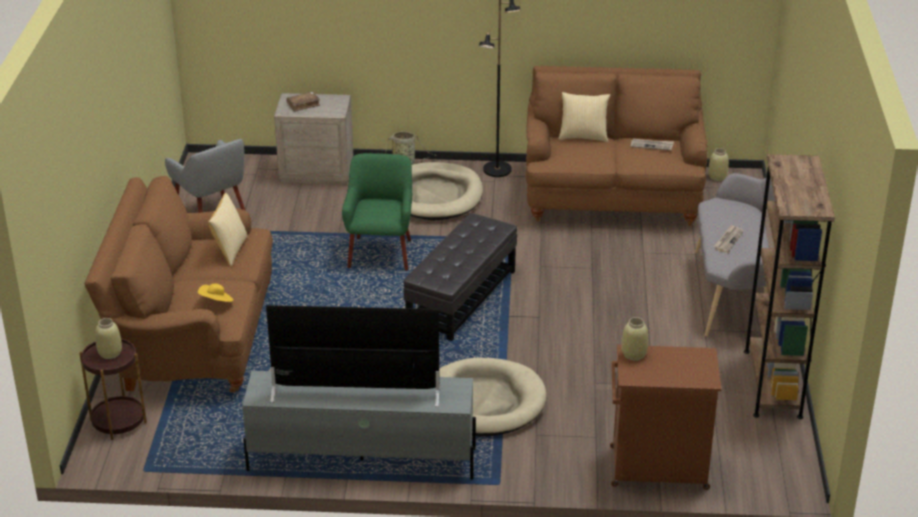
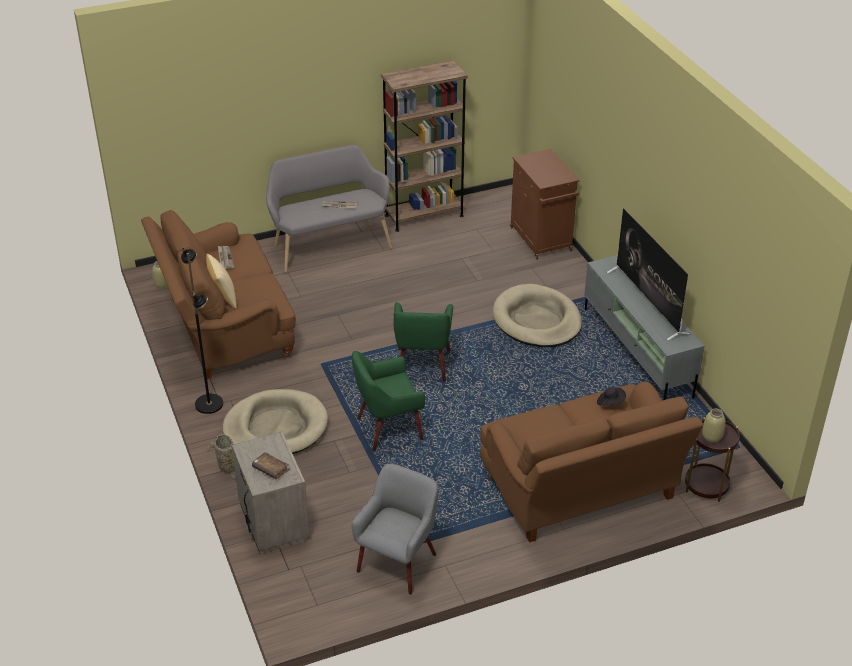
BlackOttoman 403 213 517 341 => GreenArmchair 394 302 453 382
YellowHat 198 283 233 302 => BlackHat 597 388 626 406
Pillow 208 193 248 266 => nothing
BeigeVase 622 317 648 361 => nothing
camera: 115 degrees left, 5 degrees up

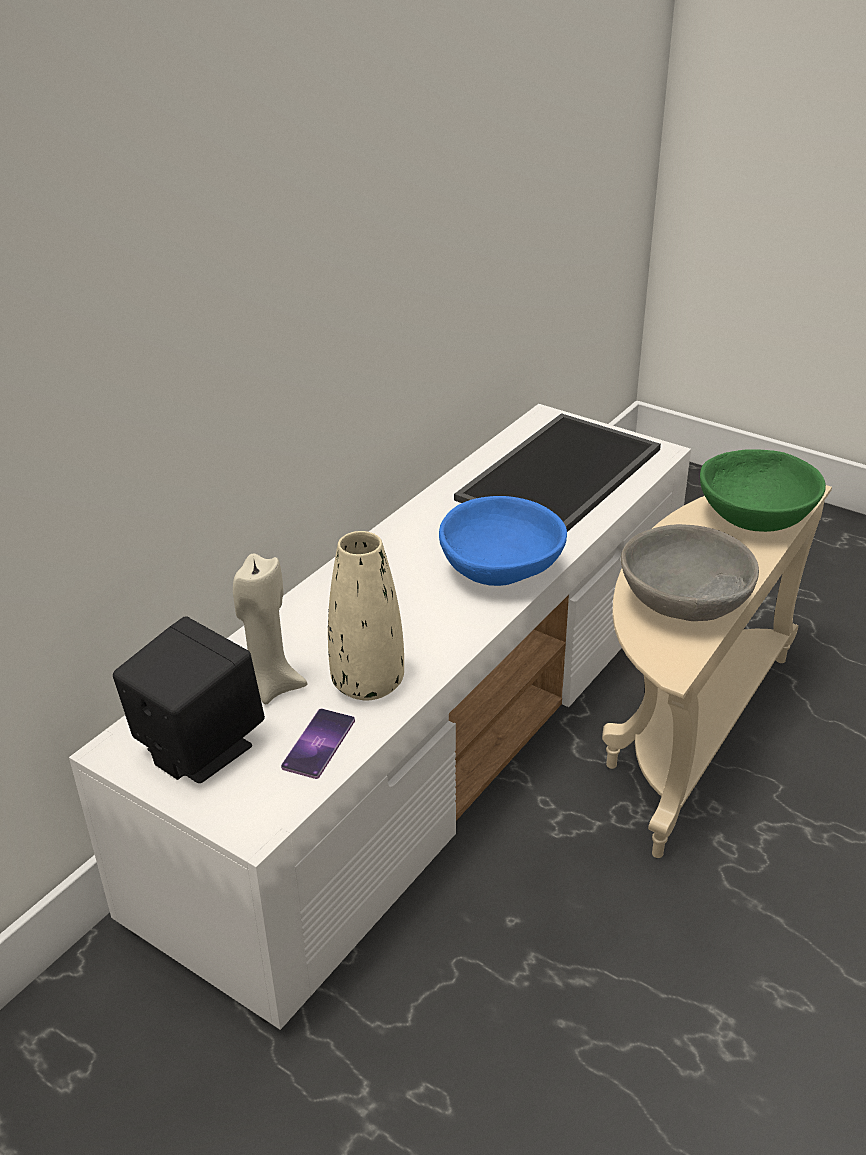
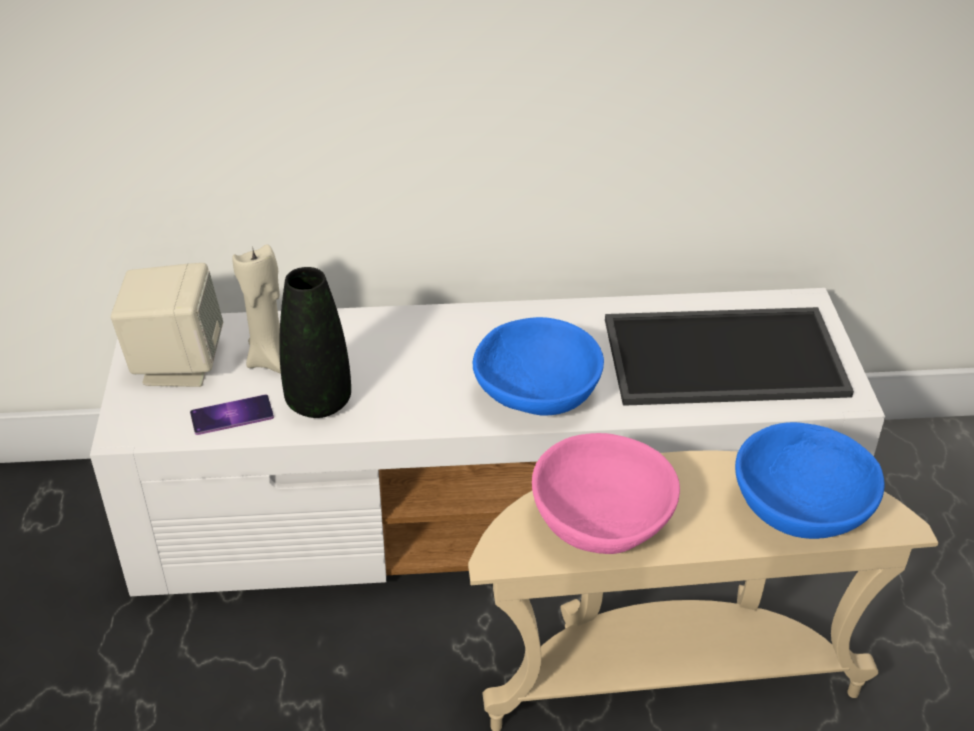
BlackSpeaker 113 616 265 783 => BeigeSpeaker 111 263 223 387
BeigeVase 328 531 404 700 => BlackVase 279 267 351 418
GreyBowl 621 524 759 621 => PinkBowl 532 433 680 554
GreenBowl 700 450 826 532 => BlueBowl 735 422 885 539
camera: 50 degrees right, 5 degrees up

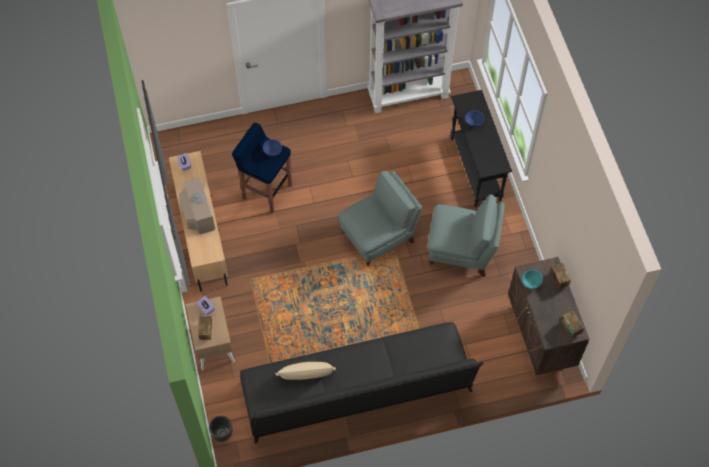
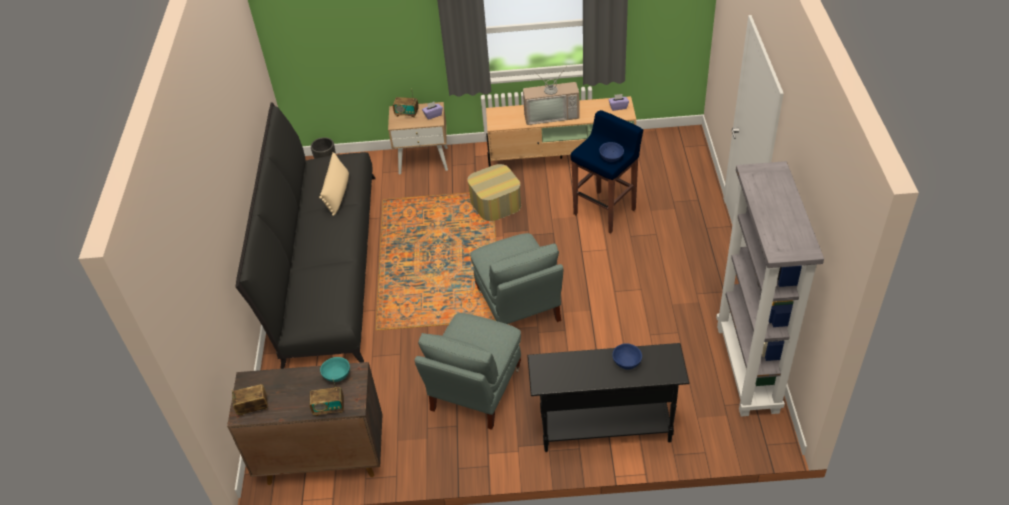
nothing => Ottoman 468 164 521 221
camera: 105 degrees right, 15 degrees down

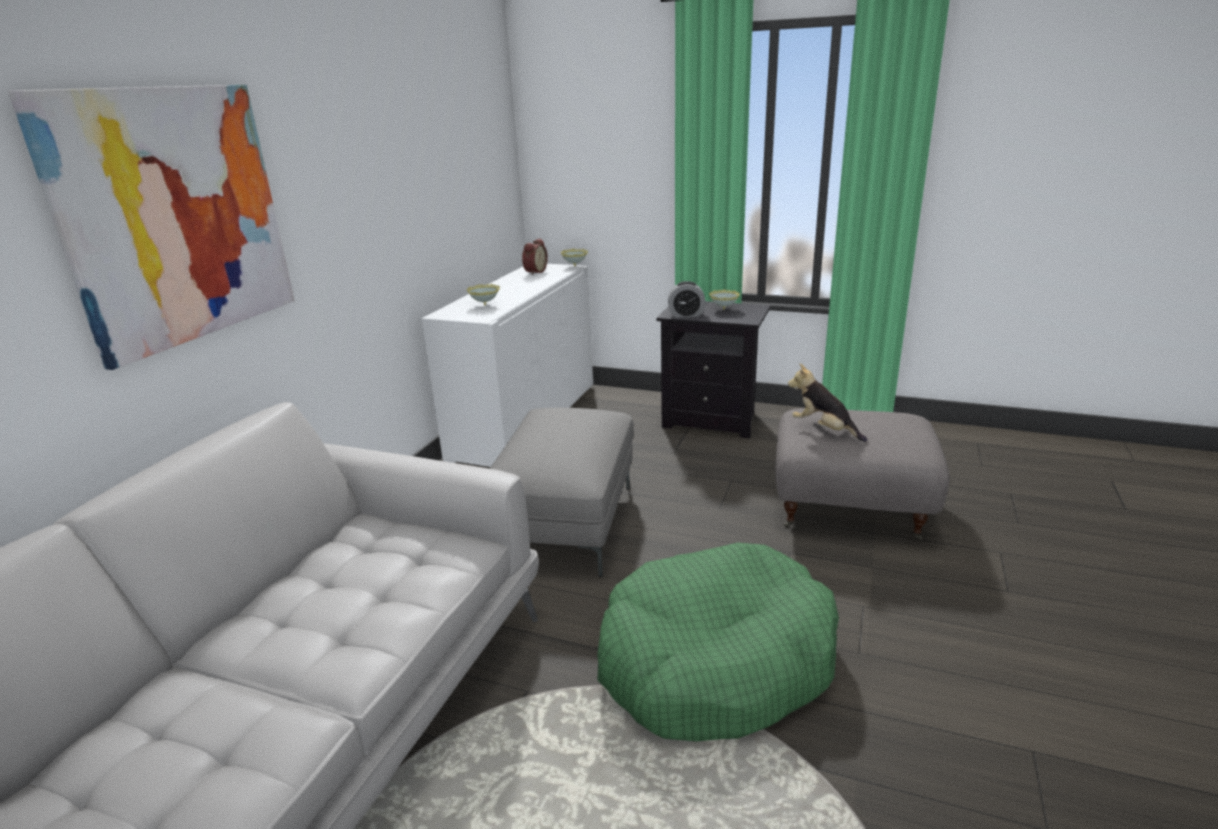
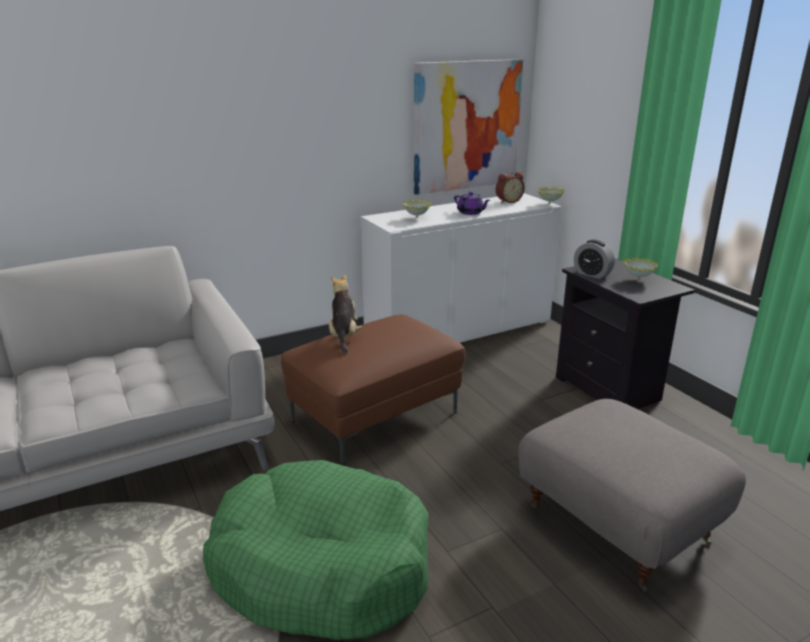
GreyOttoman 490 408 634 577 => BrownOttoman 281 314 466 465
PlushToy 788 364 868 442 => PlushToy 329 274 362 354, move
Picture 8 85 295 370 => Picture 414 59 523 195, move
nothing => PurpleTeapot 454 192 490 215
camera: 40 degrees right, 0 degrees up

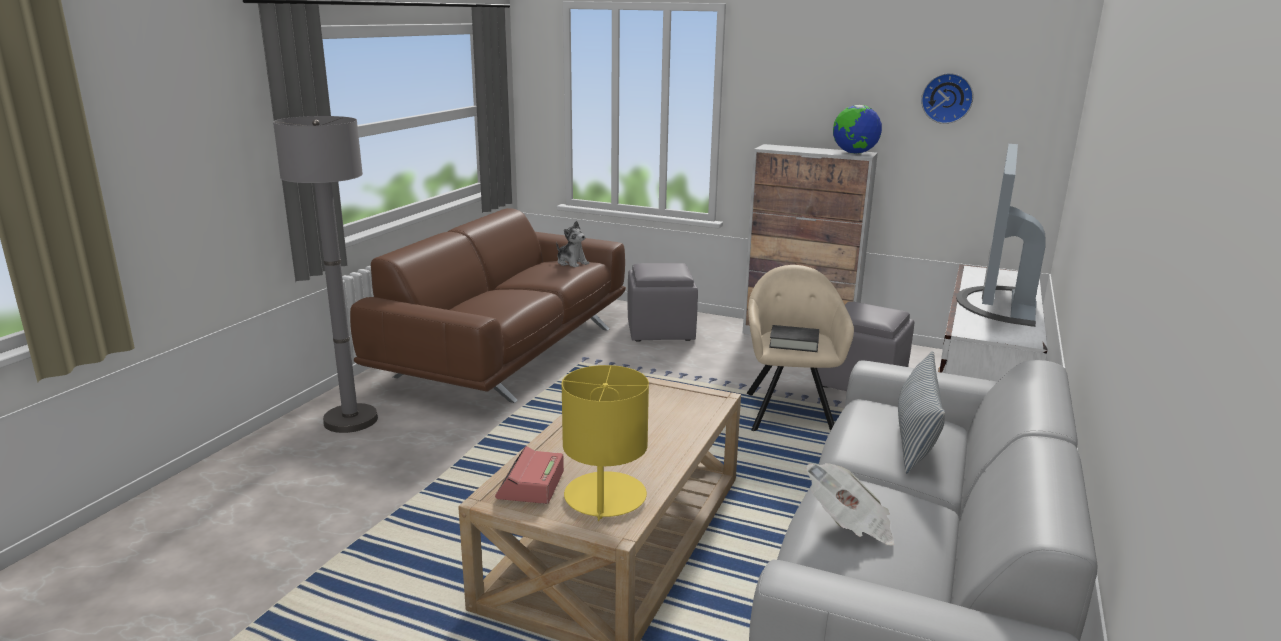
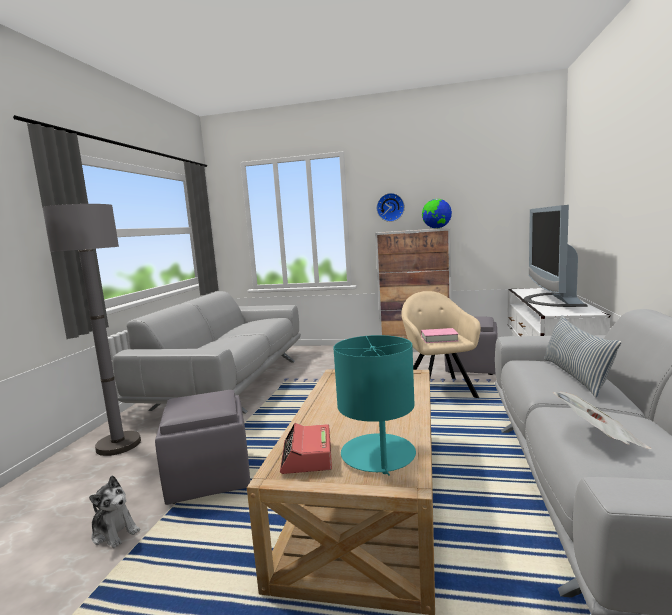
PlushToy 556 221 589 267 => PlushToy 89 476 140 548, move
BrownSofa 350 208 626 403 => GreySofa 113 291 301 413
GreyOttoman 628 263 698 342 => GreyOttoman 155 390 250 505, move
YellowTableLamp 562 365 649 521 => TurquoiseTableLamp 333 335 416 476
WallClock 921 73 973 124 => WallClock 377 193 405 222, move
BlackBook 769 325 819 352 => PinkBook 421 328 458 343
camera: 10 degrees left, 10 degrees down

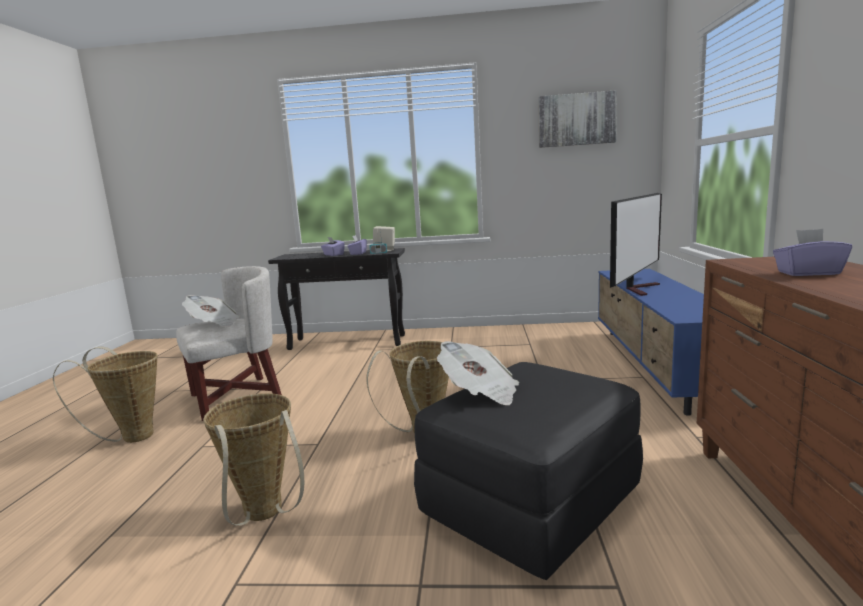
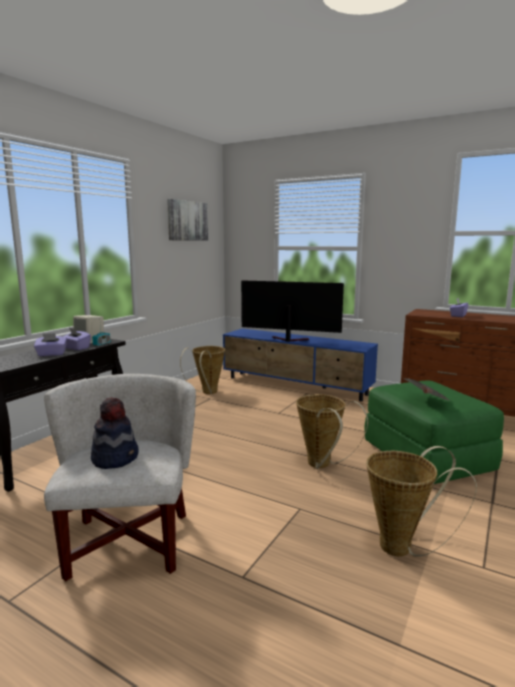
Newspaper 182 295 240 327 => Hat 91 397 139 469
Basket 53 347 157 443 => Basket 180 346 225 394, move
Television 610 193 662 296 => Television 241 280 344 342, 45 degrees counterclockwise
BlackOttoman 414 362 643 580 => GreenOttoman 364 380 504 484
camera: 65 degrees left, 0 degrees up

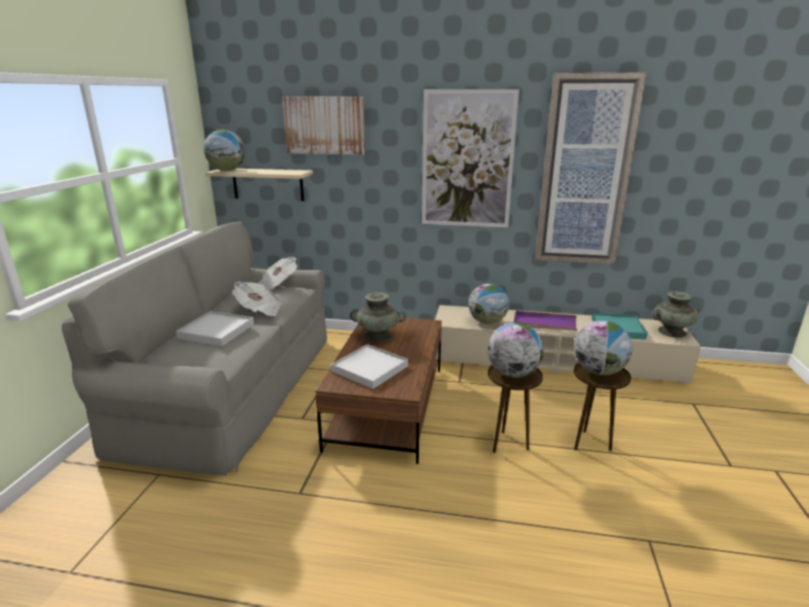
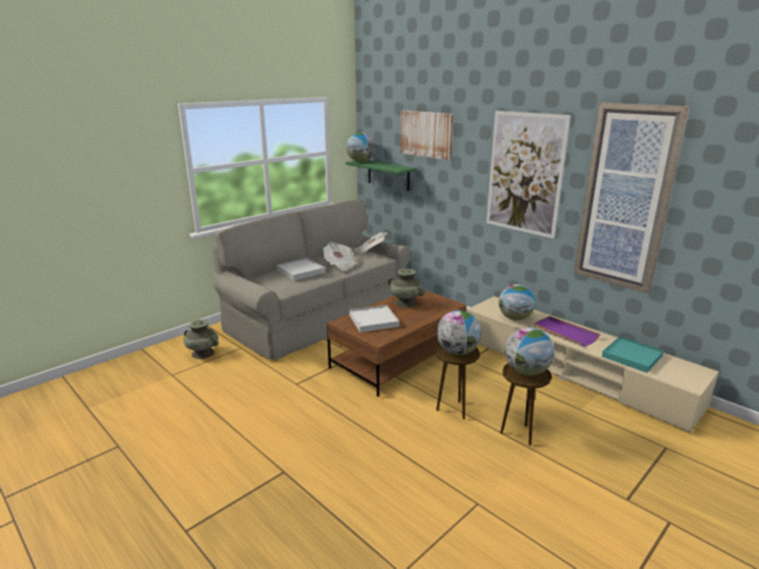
TurquoiseVase 653 292 700 338 => TurquoiseVase 184 320 219 359, move
BeigeShelf 205 168 313 201 => GreenShelf 346 160 416 191
camera: 35 degrees right, 0 degrees up

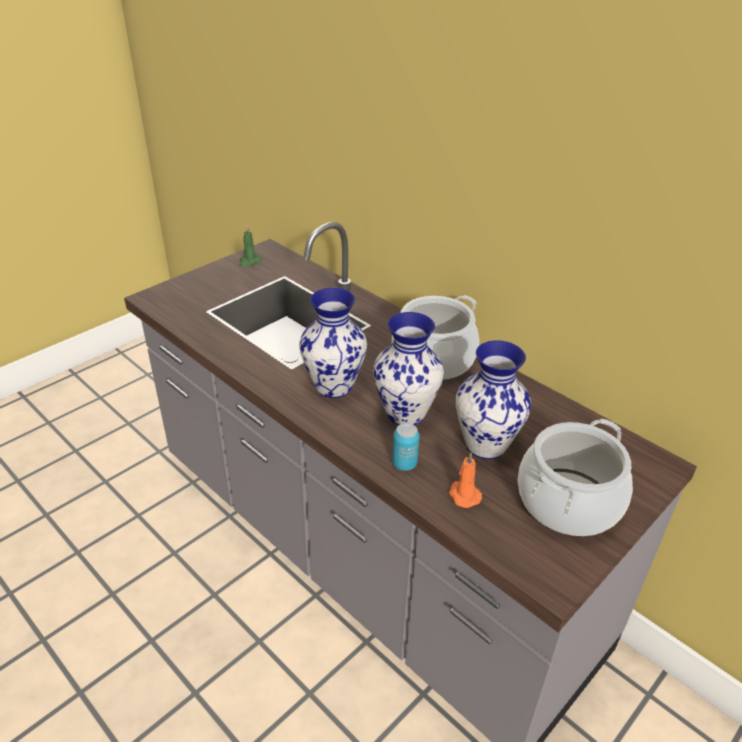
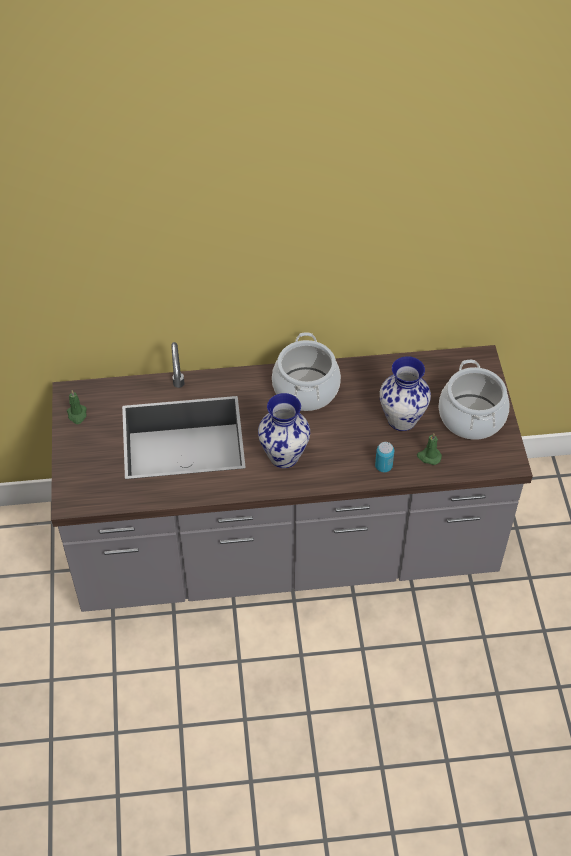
OrangeCandle 449 453 482 508 => GreenCandle 417 433 442 465
Vase 373 312 444 425 => nothing
camera: 50 degrees left, 15 degrees up

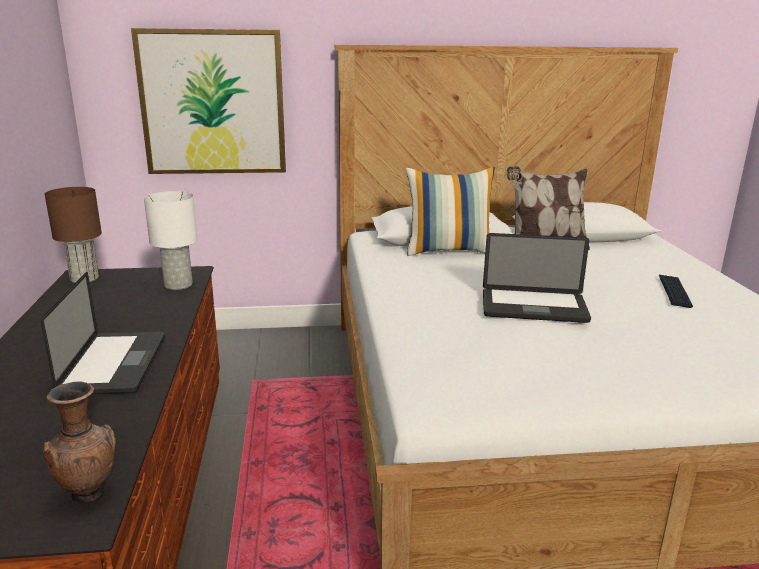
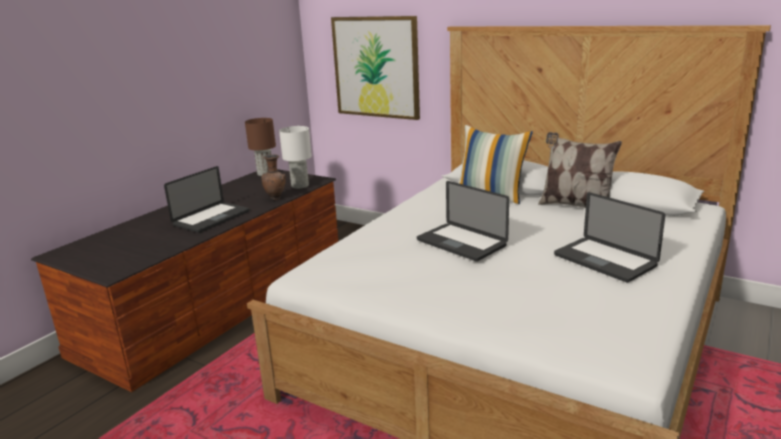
BrownVase 43 382 116 503 => BrownVase 261 154 286 200, move
Keyboard 659 275 693 308 => Laptop 554 192 665 282
camera: 40 degrees right, 0 degrees up

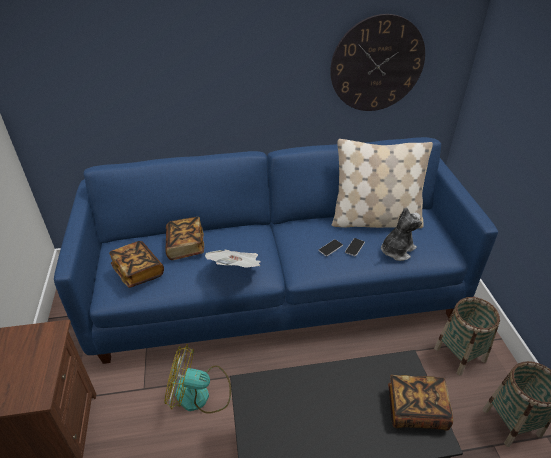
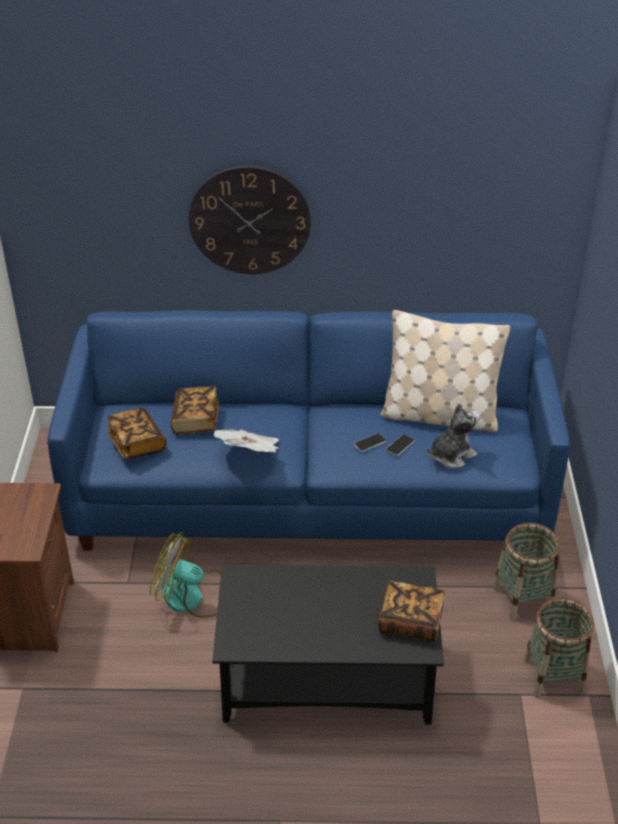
WallClock 330 14 425 111 => WallClock 189 166 311 274, move
camera: 10 degrees right, 0 degrees up

